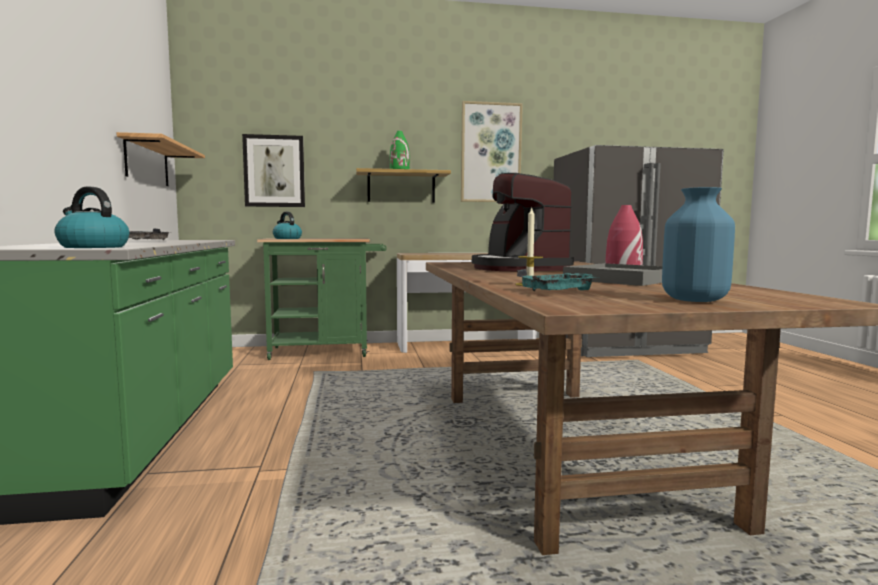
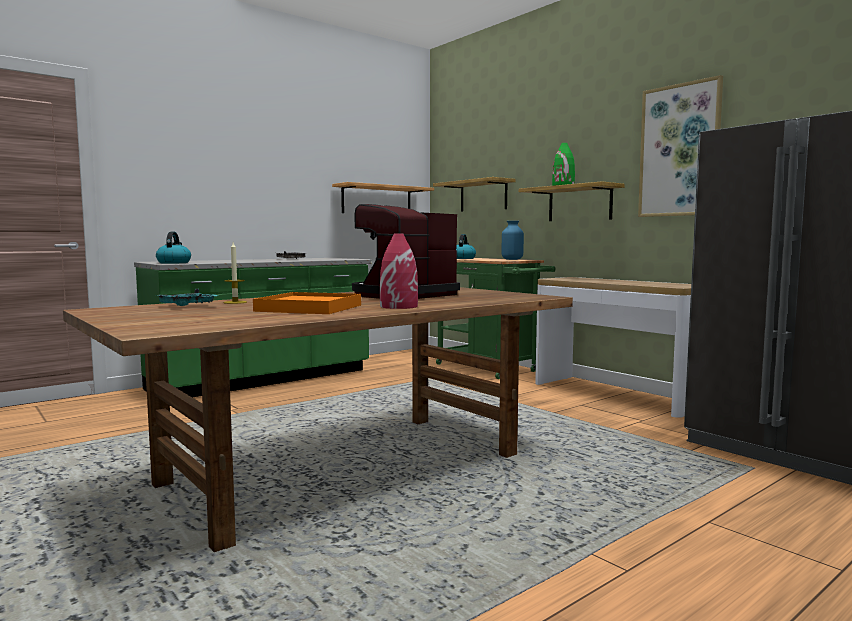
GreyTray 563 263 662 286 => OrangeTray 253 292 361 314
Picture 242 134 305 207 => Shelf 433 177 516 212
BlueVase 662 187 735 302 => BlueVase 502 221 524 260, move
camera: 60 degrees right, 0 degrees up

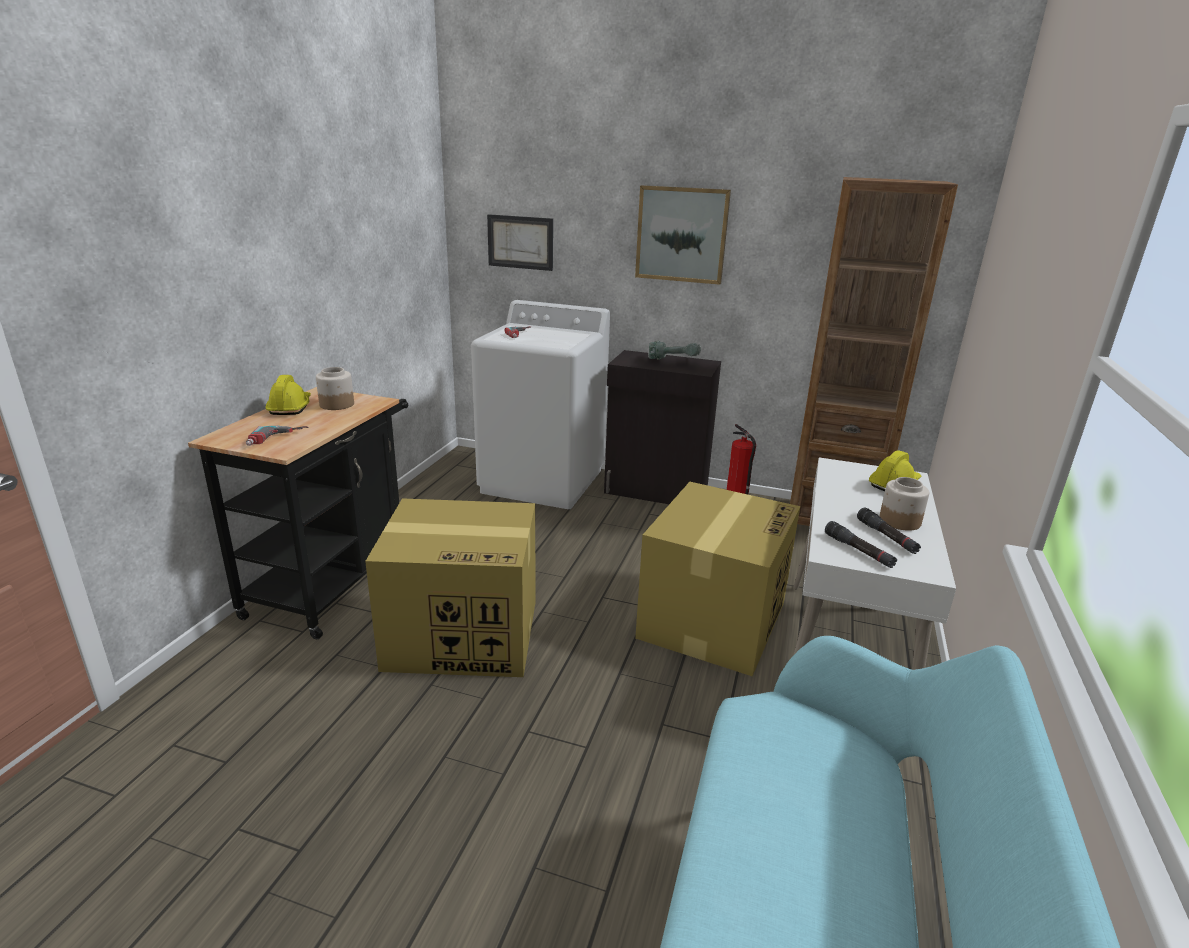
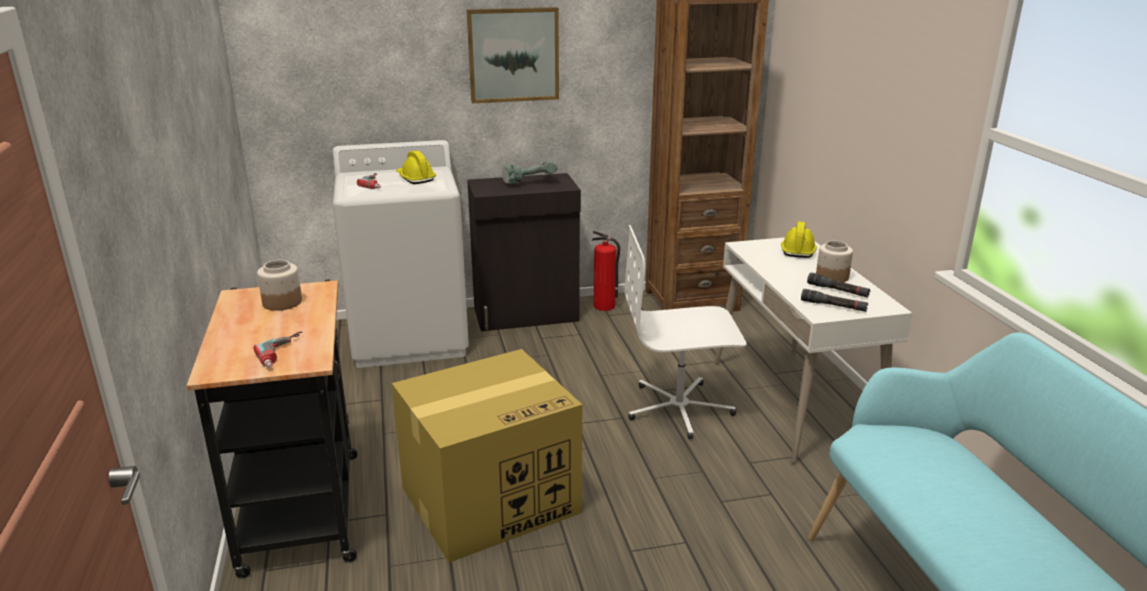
YellowHardHat 265 375 311 415 => YellowHardHat 396 150 436 184, move
CardboardBox 635 482 800 676 => WhiteOfficeChair 625 225 747 439
Picture 487 214 553 271 => nothing
camera: 30 degrees left, 0 degrees up

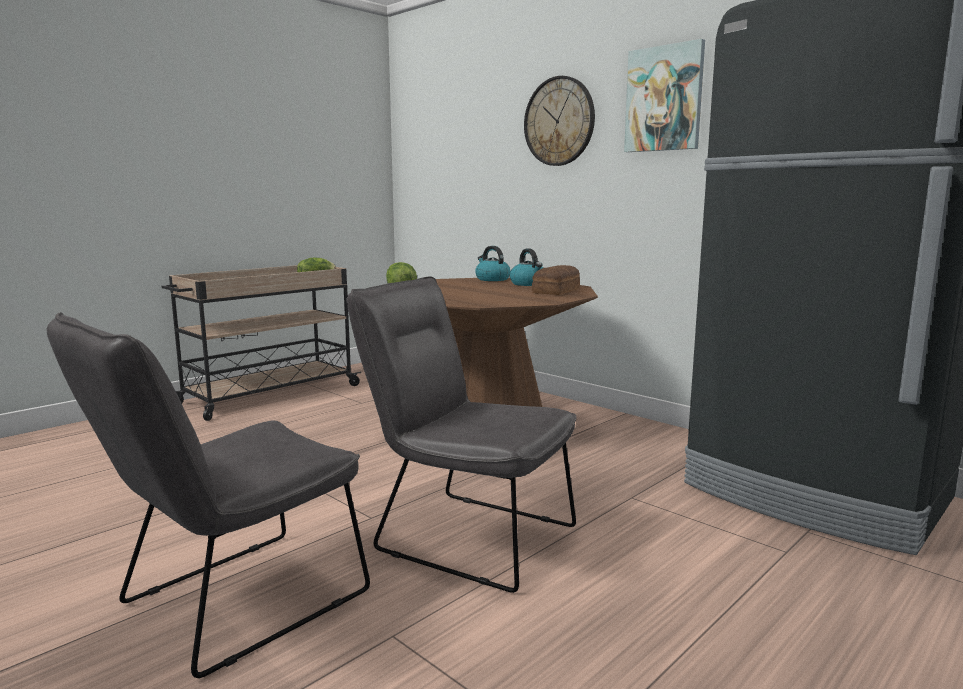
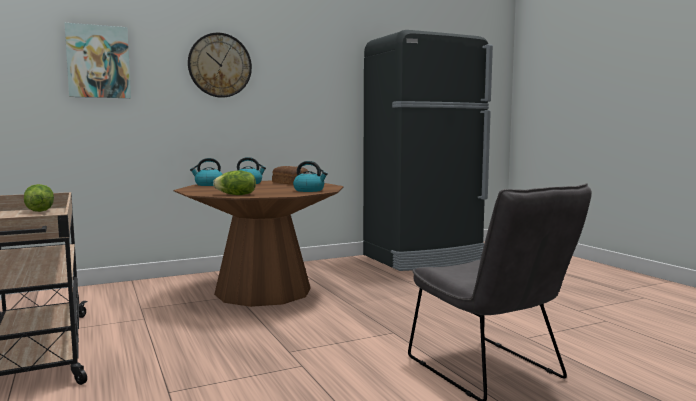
Picture 624 39 705 152 => Picture 64 23 131 98, move
nothing => Kettle 293 161 328 192
GreyChair 347 276 577 593 => nothing
camera: 70 degrees left, 5 degrees down

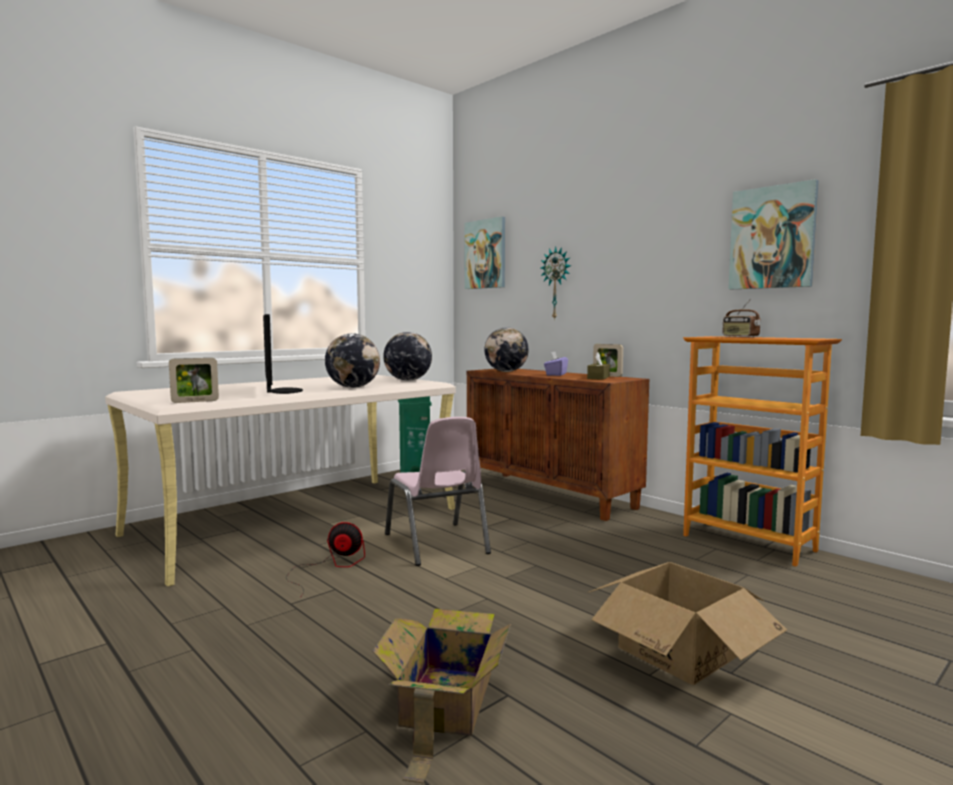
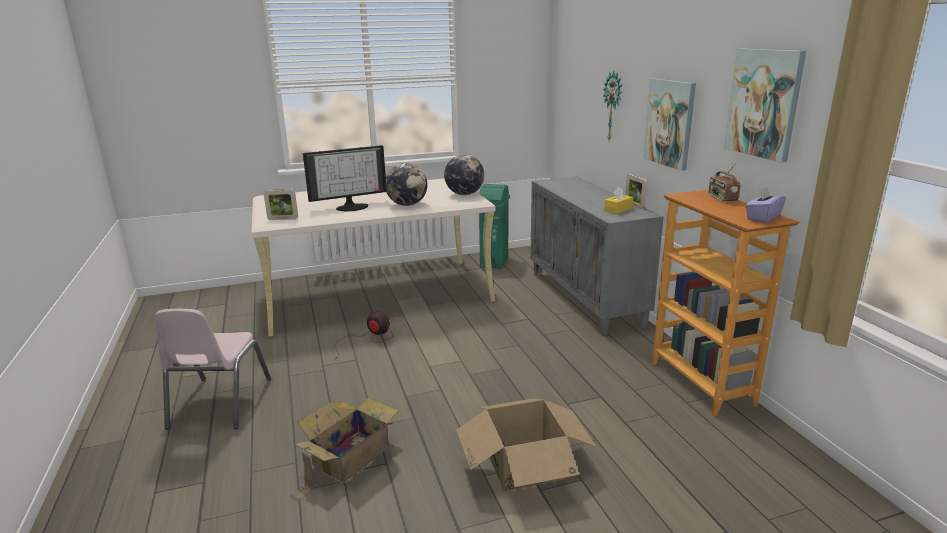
PinkChair 385 417 491 566 => PinkChair 154 309 271 430, move
Monitor 263 314 303 394 => Monitor 303 145 386 211, 60 degrees clockwise
BrownCabinet 467 369 649 521 => GreyCabinet 530 176 664 336
BrownTissueBox 587 352 610 380 => YellowTissueBox 604 187 633 214
Picture 465 216 505 289 => Picture 643 78 696 171, move
PurpleTissueBox 544 352 568 376 => PurpleTissueBox 746 186 786 223, move
Globe 485 327 529 372 => nothing
camera: 25 degrees right, 15 degrees up

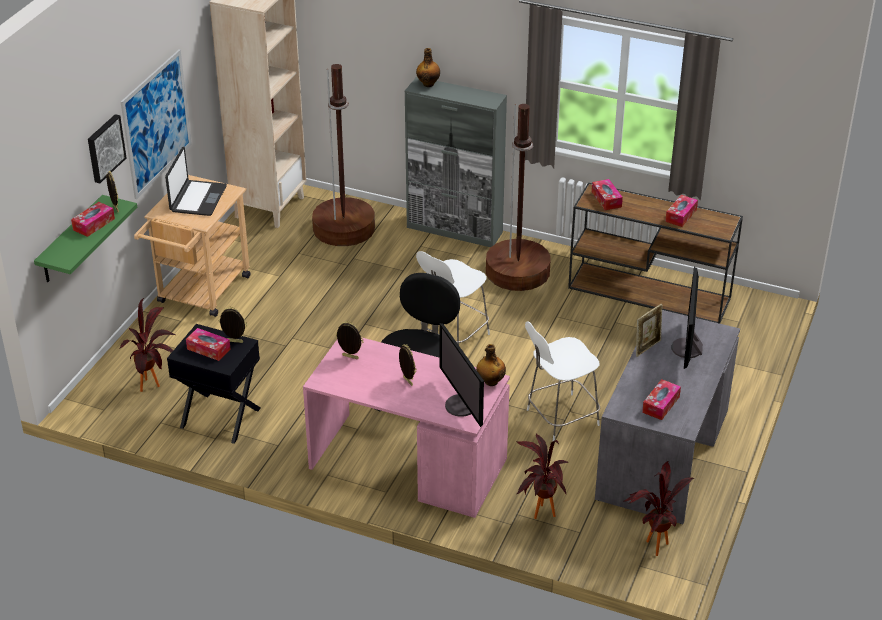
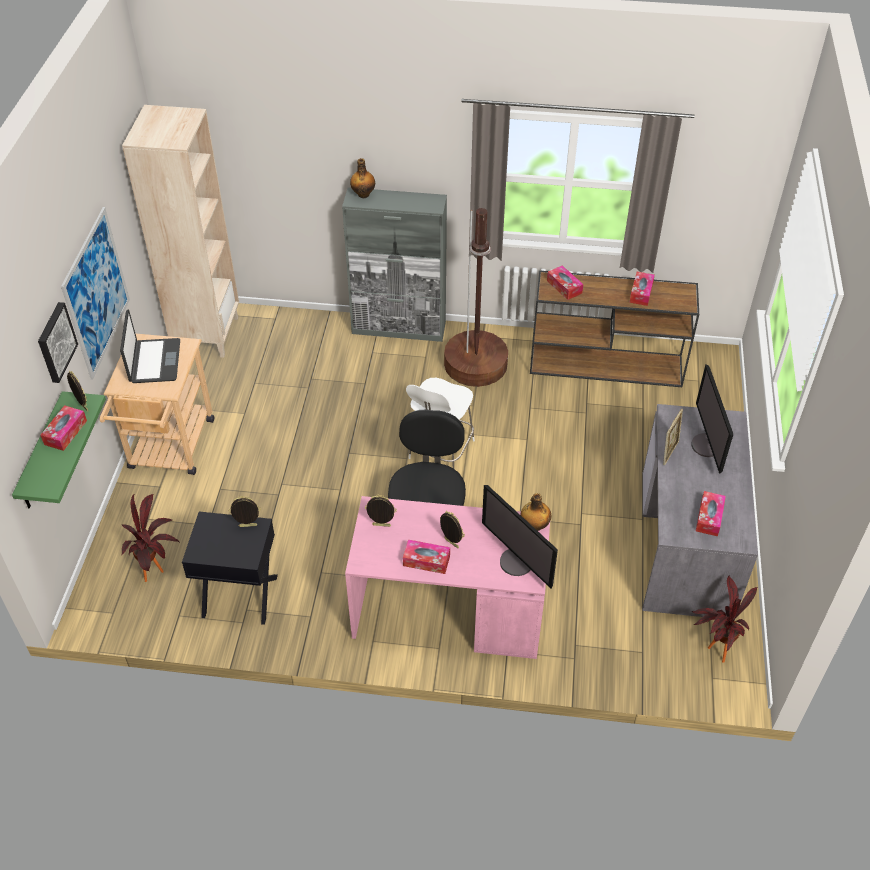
TissueBox 186 328 231 361 => TissueBox 403 540 450 574, move
BrownFloorLamp 312 64 375 246 => nothing
PottedPlant 516 434 569 519 => nothing
WhiteChair 525 321 600 441 => nothing
camera: 15 degrees left, 10 degrees up

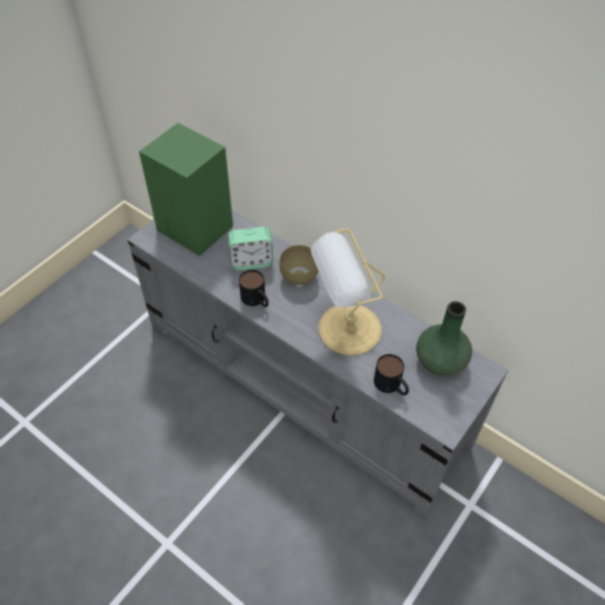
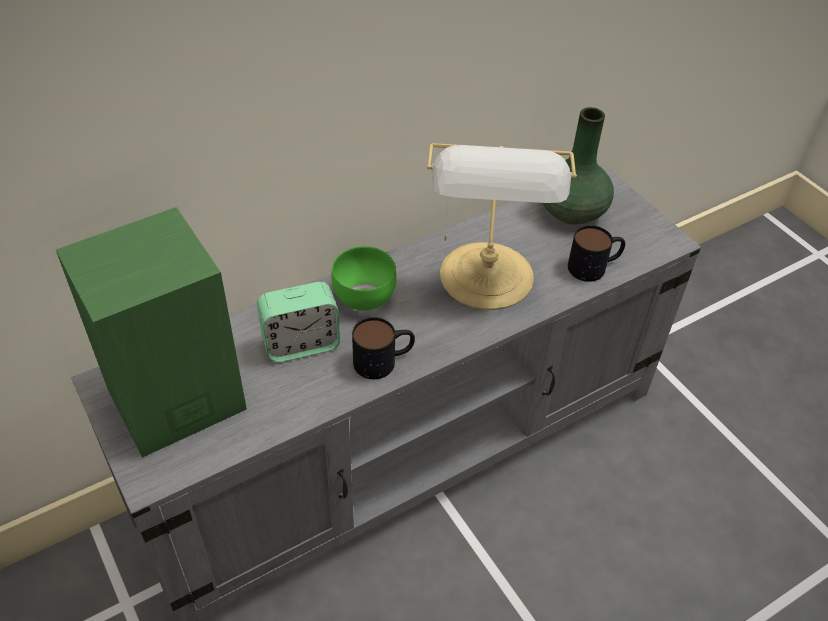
AlarmClock 228 227 273 271 => AlarmClock 257 282 340 363, 60 degrees clockwise
BrownBowl 279 245 318 285 => GreenBowl 331 246 397 311
camera: 70 degrees left, 5 degrees down

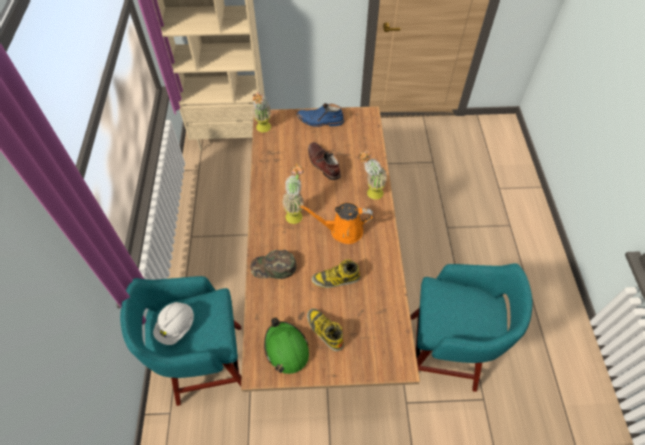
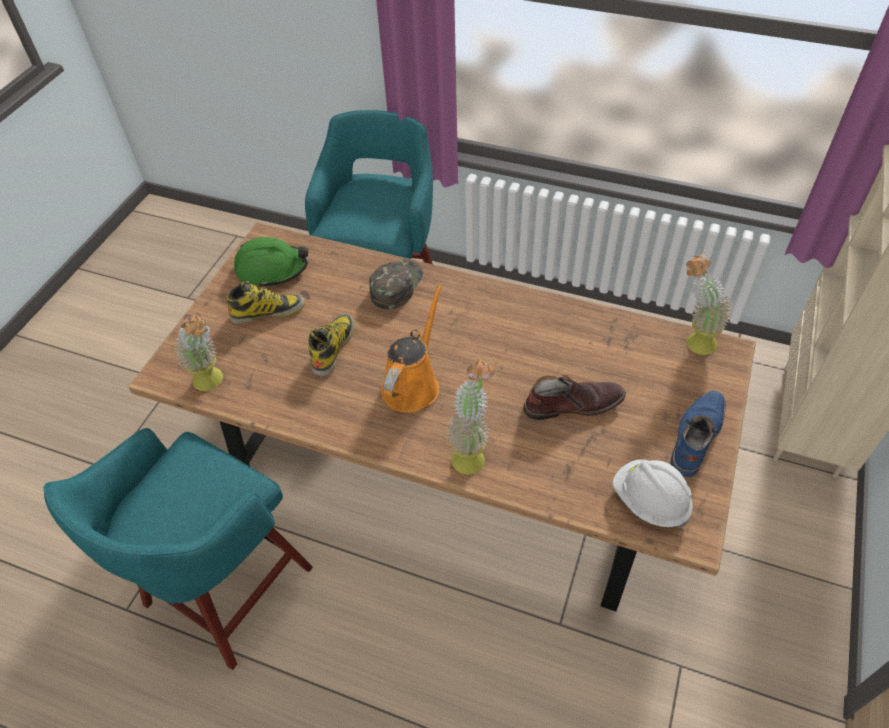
PottedPlant 282 163 304 224 => PottedPlant 174 313 223 391, move
WhiteHardHat 153 302 194 345 => WhiteHardHat 613 459 693 529, move
camera: 115 degrees right, 5 degrees down

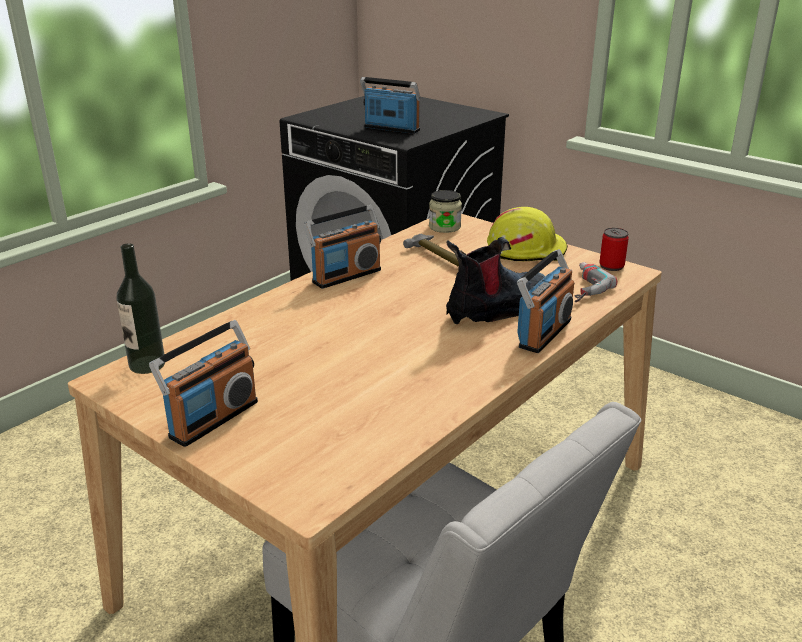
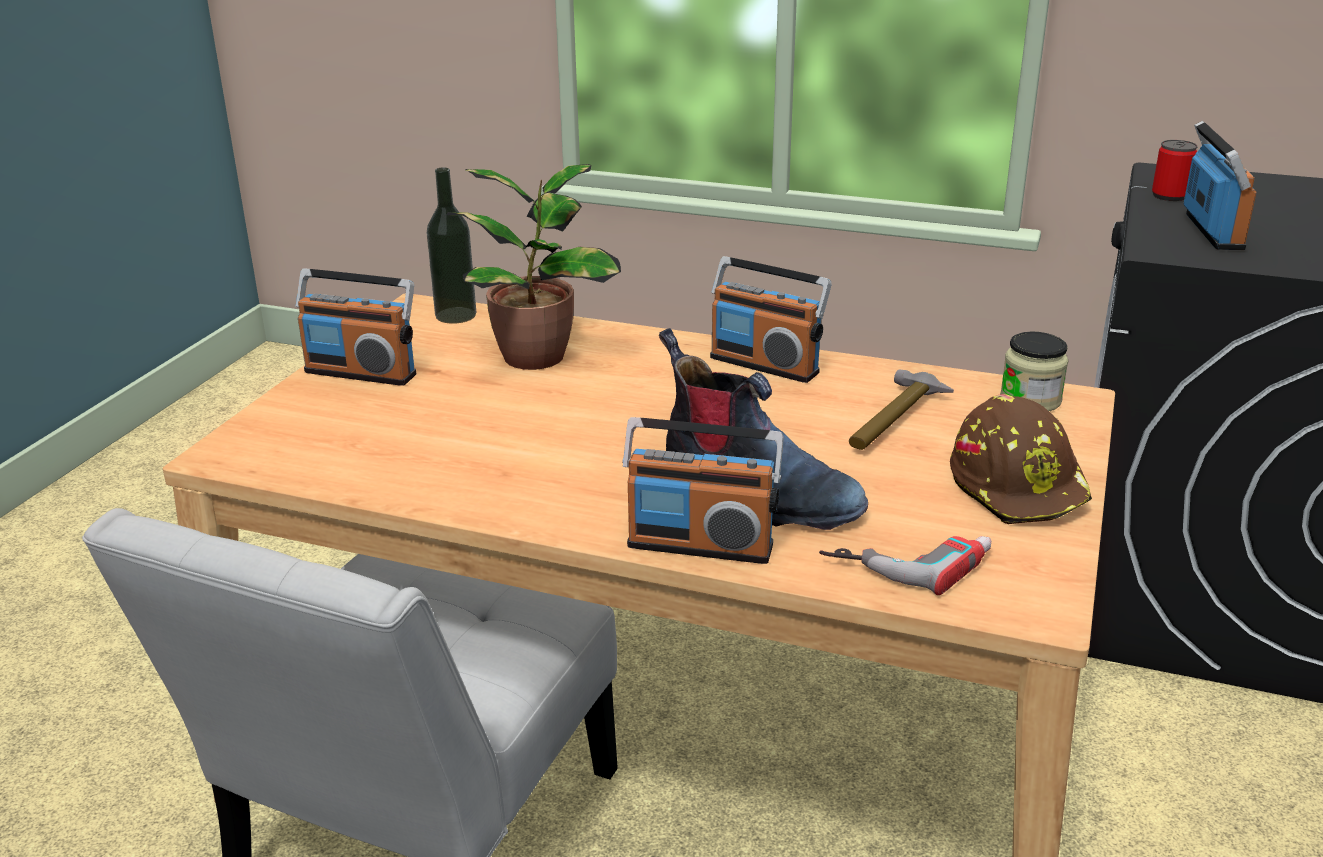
nothing => PottedPlant 447 164 621 370
YellowHardHat 487 207 568 261 => BrownHardHat 950 394 1092 524
Can 599 228 629 271 => Can 1152 140 1197 201, move
camera: 70 degrees right, 0 degrees up

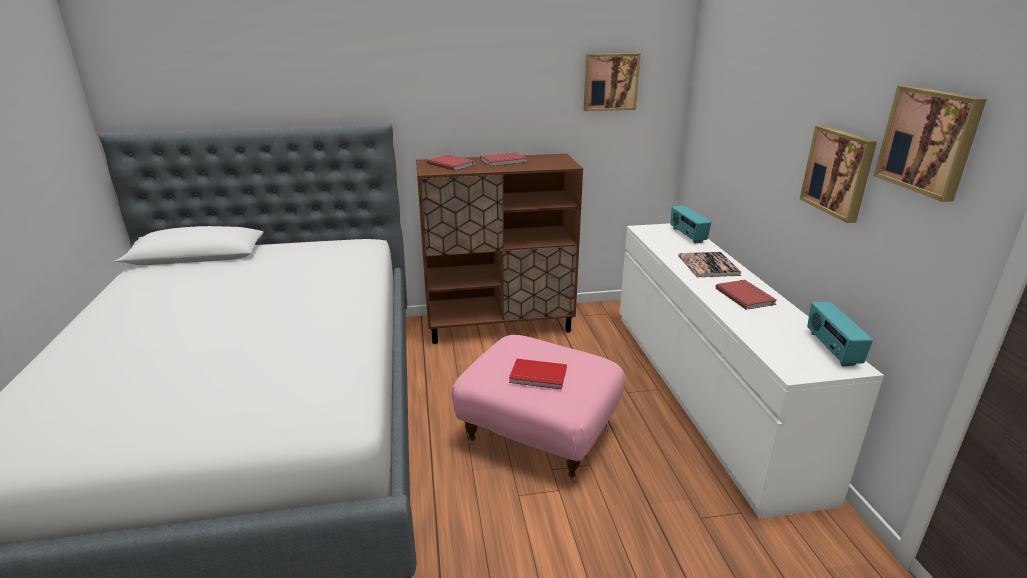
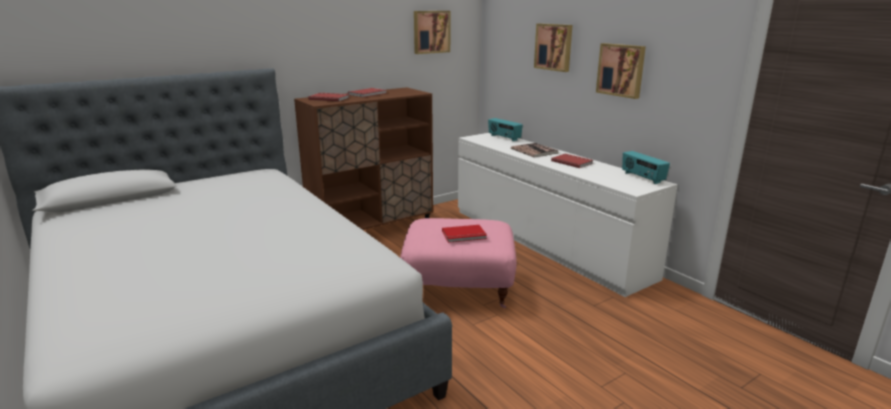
Picture 874 86 987 202 => Picture 534 23 572 72, move
camera: 25 degrees left, 5 degrees down

